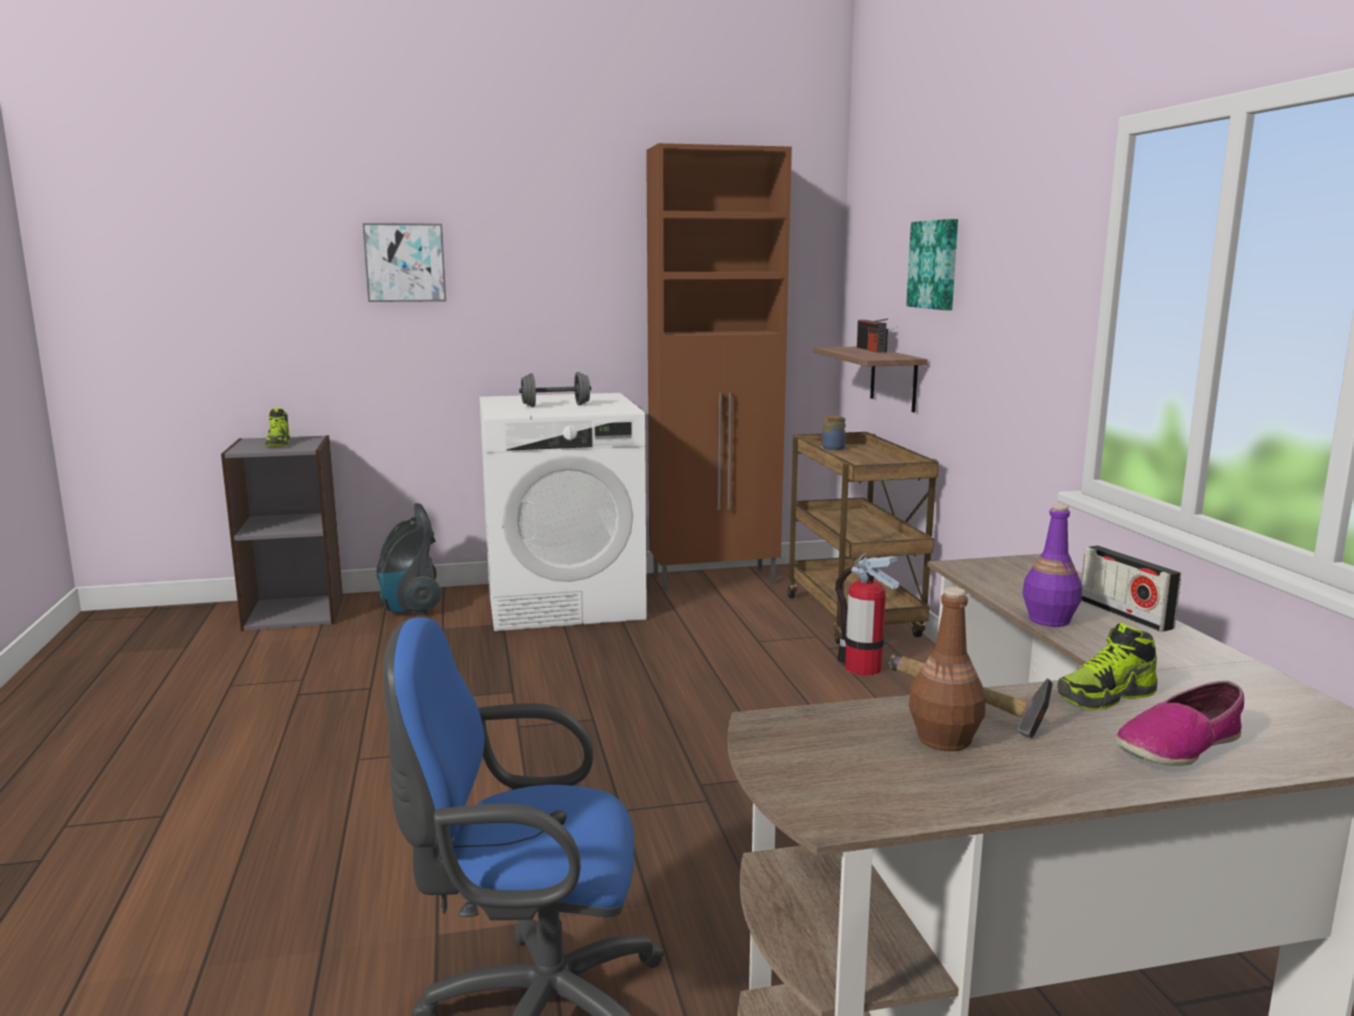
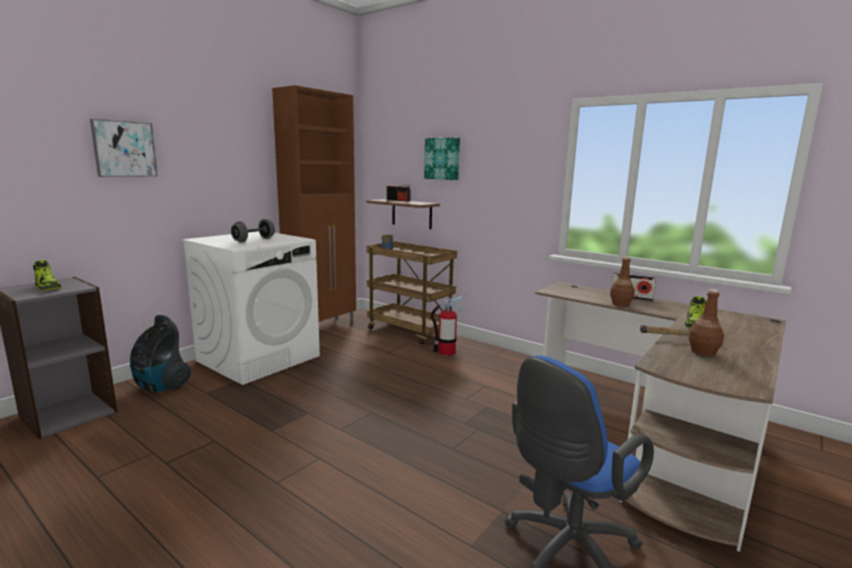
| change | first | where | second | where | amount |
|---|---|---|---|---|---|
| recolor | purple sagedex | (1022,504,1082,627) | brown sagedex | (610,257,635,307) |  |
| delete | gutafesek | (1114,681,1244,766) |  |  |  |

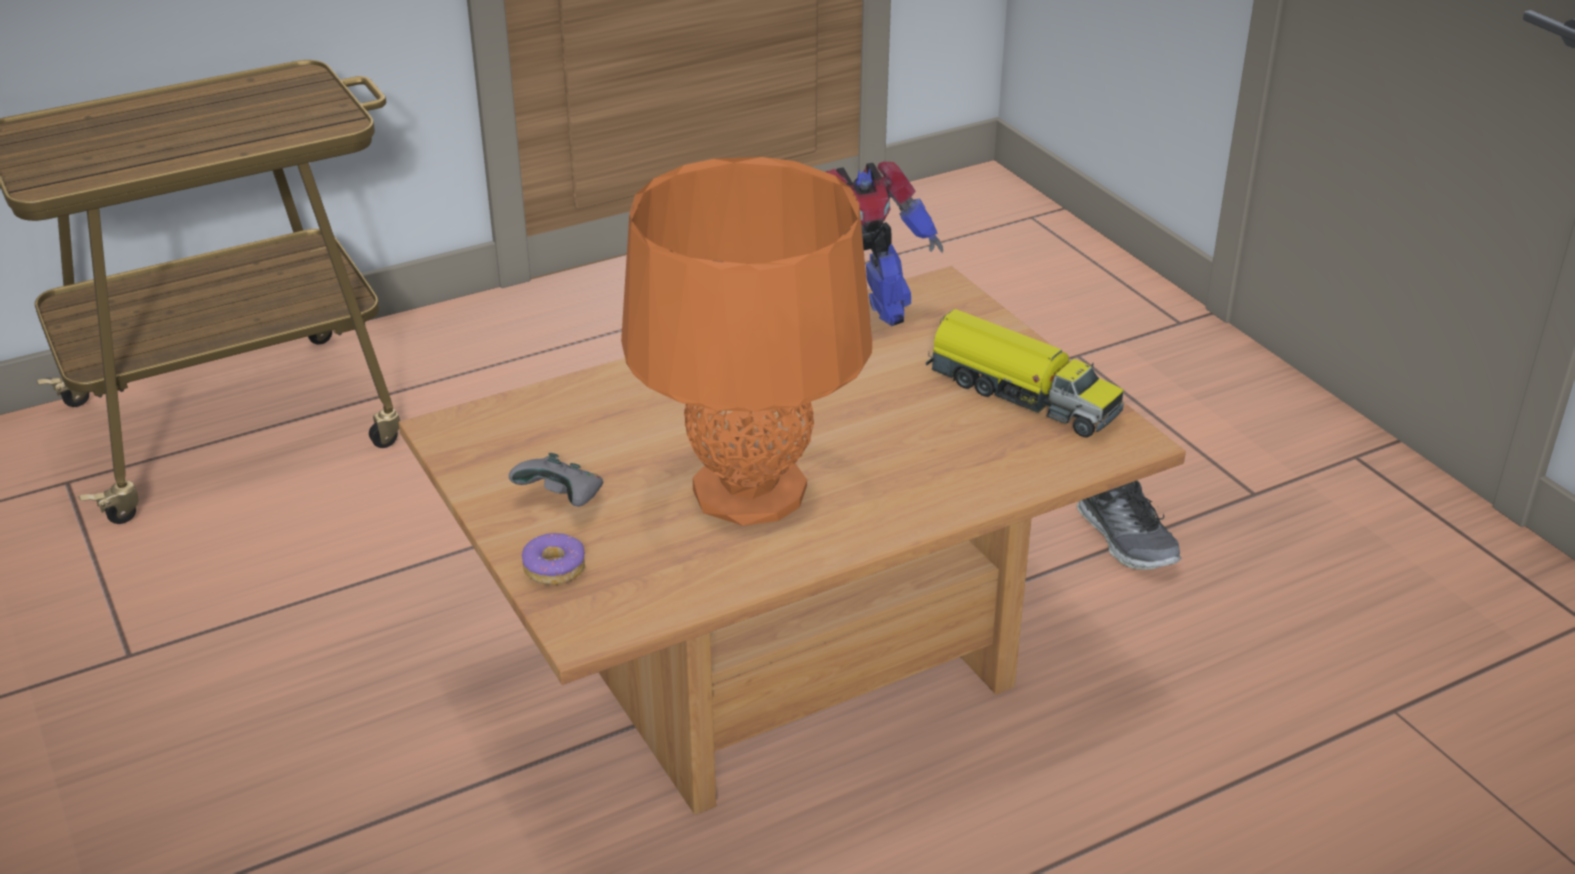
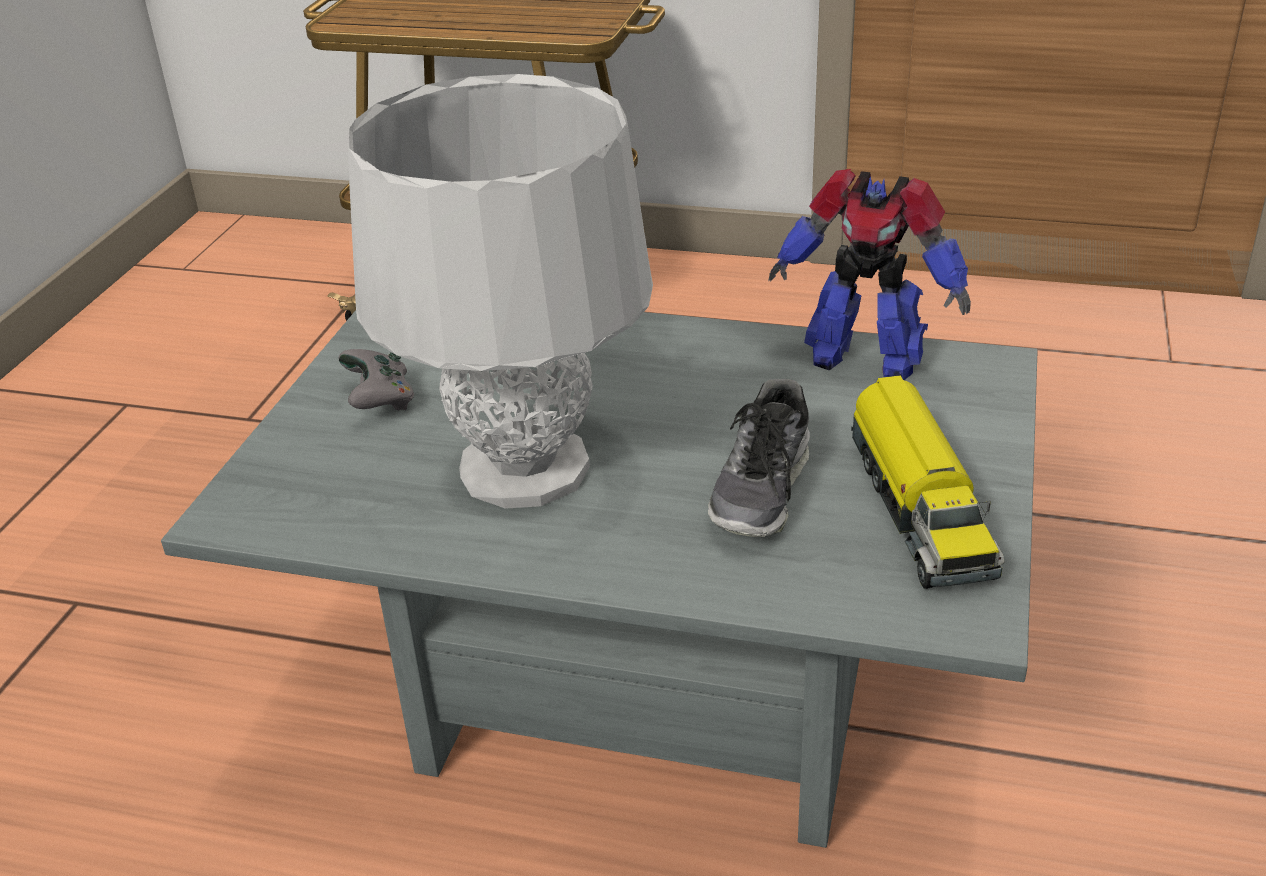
| change | first | where | second | where | amount |
|---|---|---|---|---|---|
| recolor | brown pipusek | (399,266,1186,815) | grey pipusek | (161,310,1038,848) |  |
| delete | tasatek | (521,533,585,585) |  |  |  |
| recolor | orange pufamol | (621,157,873,526) | grey pufamol | (348,74,653,509) |  |
| move | gutafesek | (1077,480,1182,570) |  | (708,379,810,537) |  |

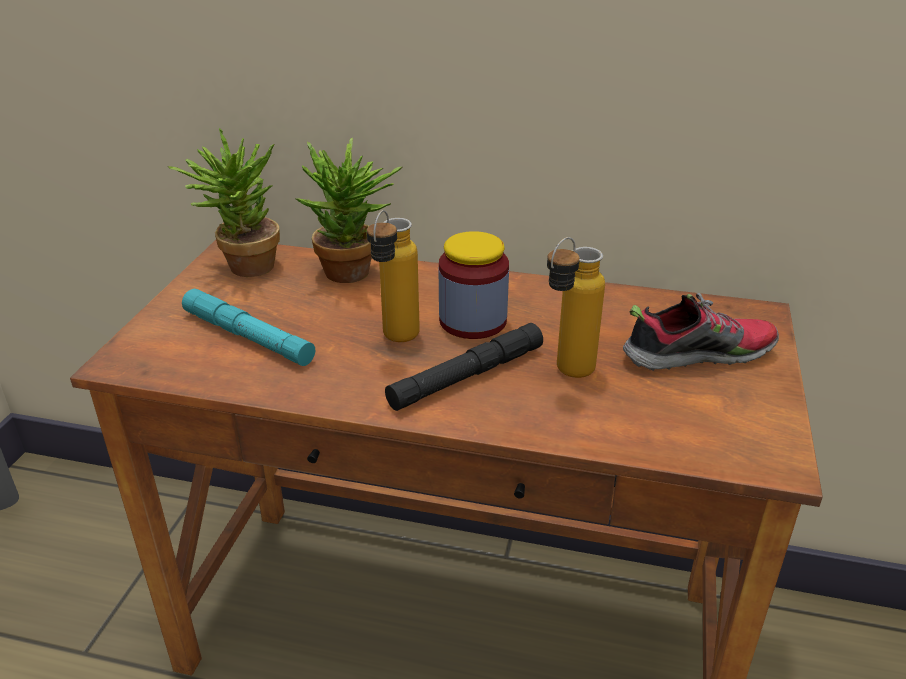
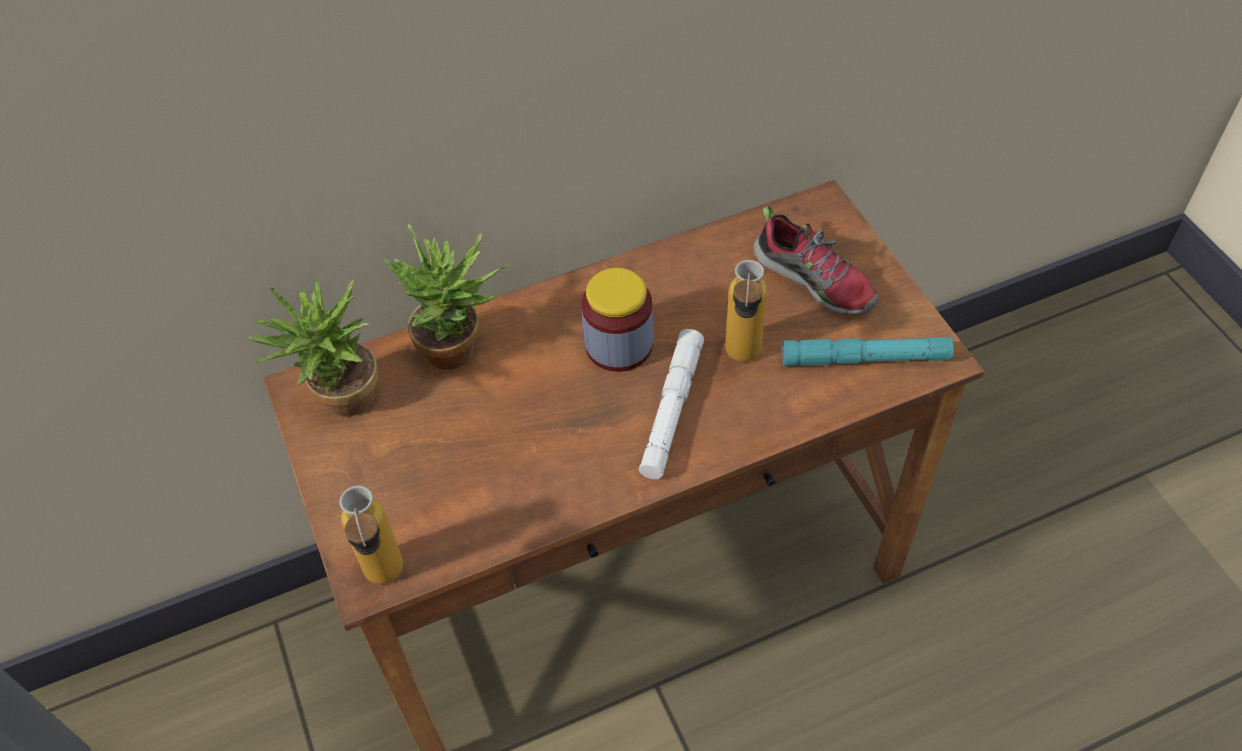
| change | first | where | second | where | amount |
|---|---|---|---|---|---|
| move | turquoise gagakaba | (182,289,315,366) |  | (782,337,954,366) |  |
| move | sagedex | (367,210,420,342) |  | (339,485,403,584) |  |
| recolor | black gagakaba | (385,323,543,411) | white gagakaba | (639,329,704,479) |  |
| rotate | gutafesek | (623,293,779,371) |  | (753,206,879,315) | 90 degrees clockwise |

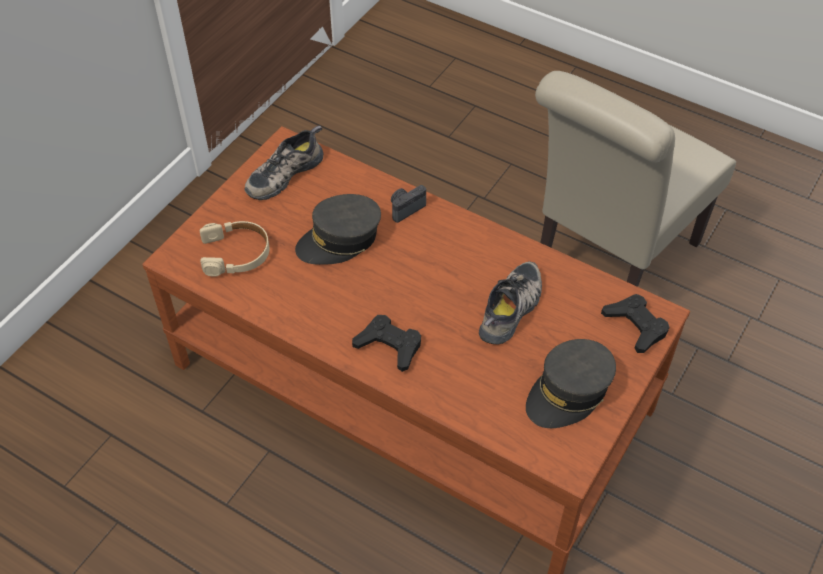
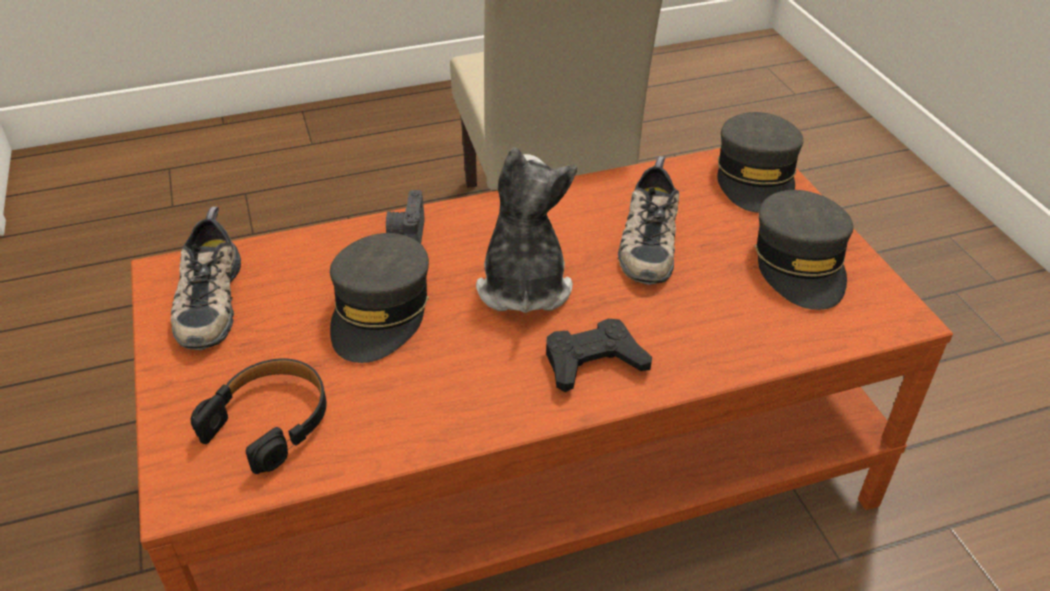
| change | first | where | second | where | amount |
|---|---|---|---|---|---|
| recolor | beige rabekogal | (200,221,270,276) | black rabekogal | (191,358,326,474) |  |
| rotate | gutafesek | (479,261,542,345) |  | (618,156,679,285) | 150 degrees counterclockwise |
| replace | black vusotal | (601,294,670,353) | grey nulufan | (717,112,804,213) |  |
| insert |  |  | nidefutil | (476,148,577,313) |  |

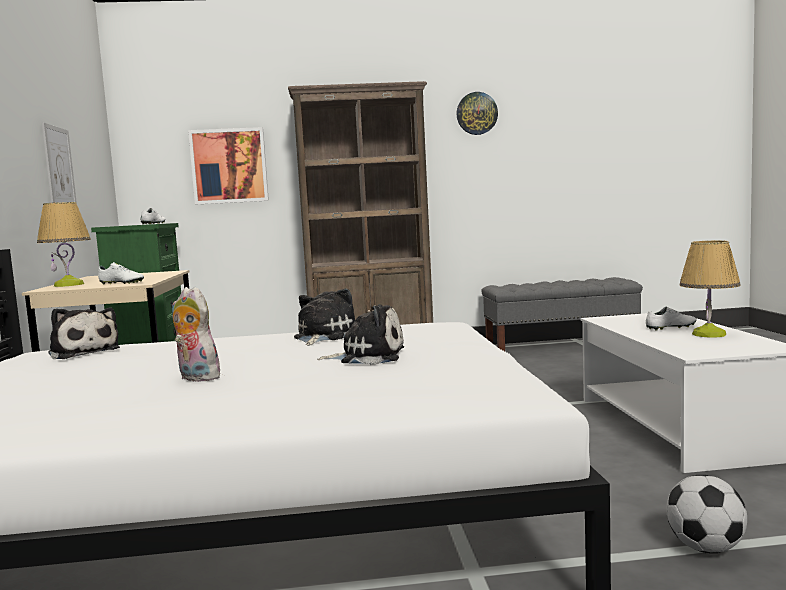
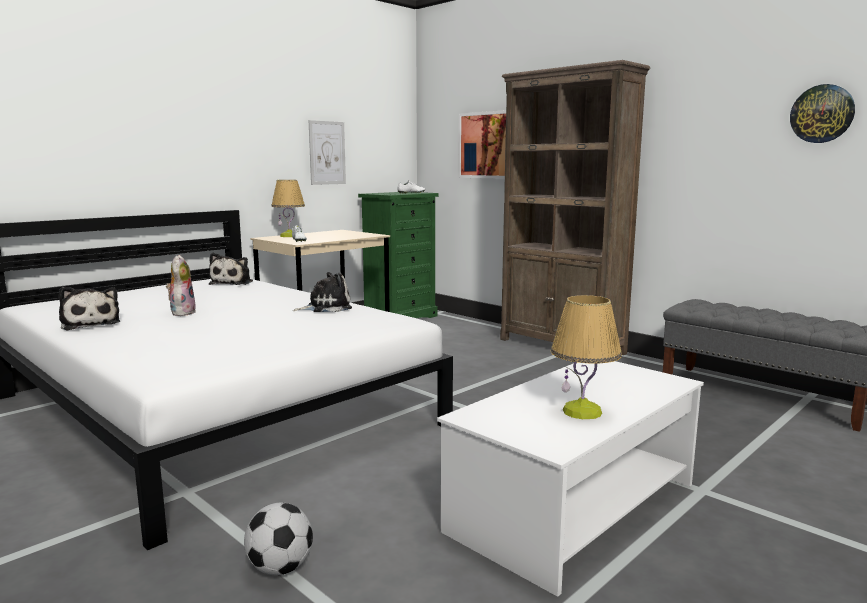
| change | first | where | second | where | amount |
|---|---|---|---|---|---|
| move | nidefutil | (317,304,404,365) |  | (59,287,120,330) |  |
| move | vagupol | (456,92,498,135) |  | (790,84,855,143) |  |
| delete | white gutafesek | (646,306,697,331) |  |  |  |

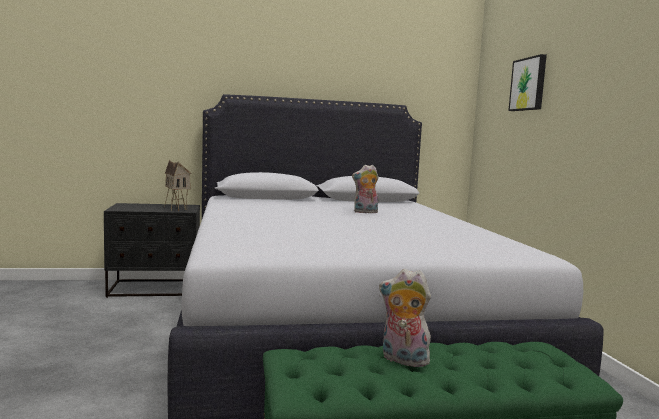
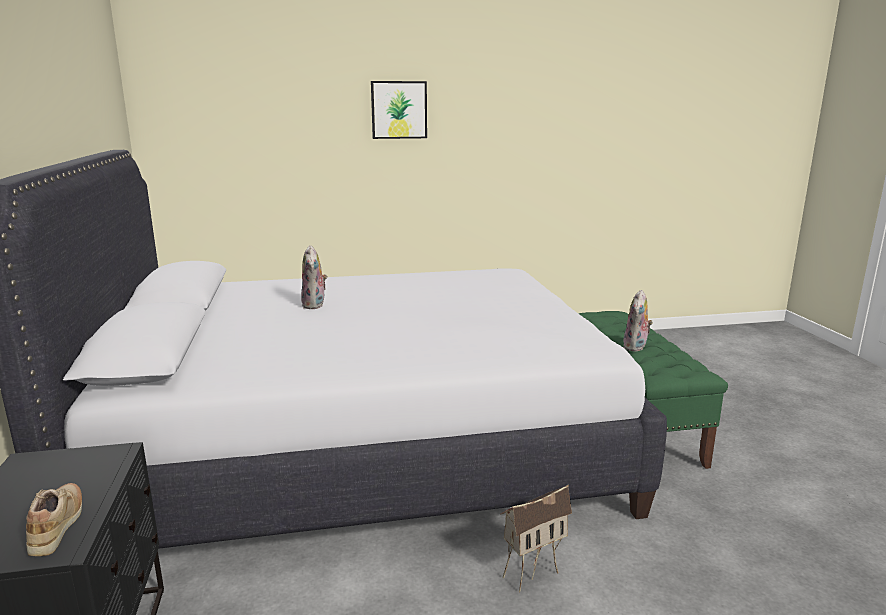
| change | first | where | second | where | amount |
|---|---|---|---|---|---|
| move | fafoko | (164,160,192,211) |  | (500,484,572,593) |  |
| move | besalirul | (508,54,547,111) |  | (371,81,427,139) |  |
| insert |  |  | beige gutafesek | (26,483,82,556) |  |

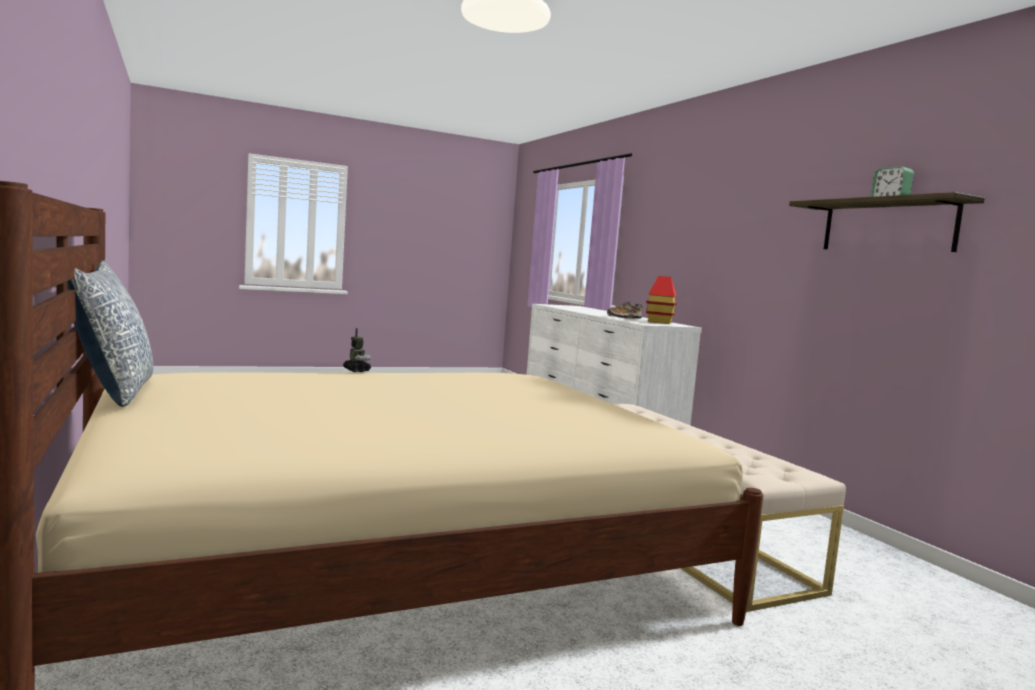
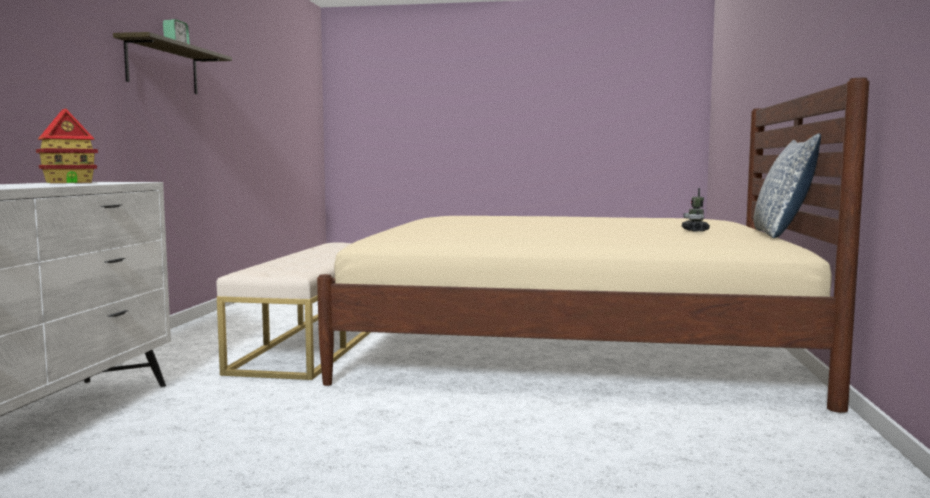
| change | first | where | second | where | amount |
|---|---|---|---|---|---|
| move | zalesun | (343,328,371,372) |  | (681,188,710,232) |  |
| delete | gutafesek | (607,301,642,319) |  |  |  |

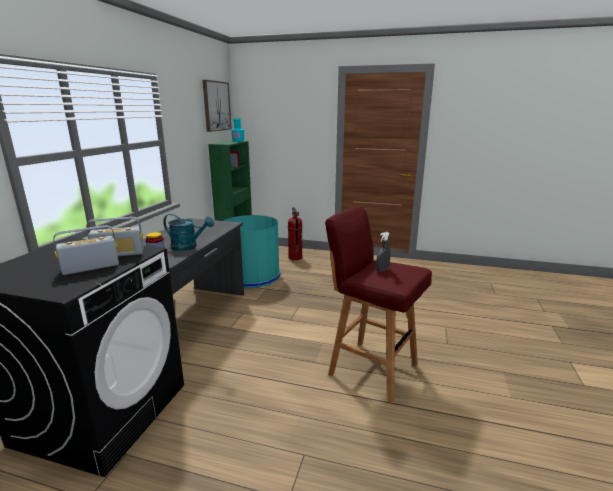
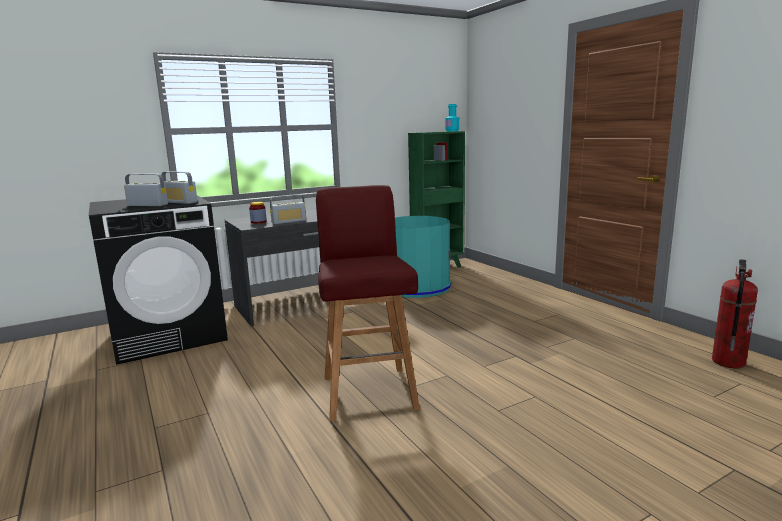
| change | first | where | second | where | amount |
|---|---|---|---|---|---|
| replace | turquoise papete | (163,214,214,251) | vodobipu | (270,194,306,224) |  |
| delete | besalirul | (203,80,232,132) |  |  |  |
| move | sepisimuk | (288,207,302,260) |  | (712,259,758,368) |  |
| delete | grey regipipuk | (376,232,390,272) |  |  |  |

